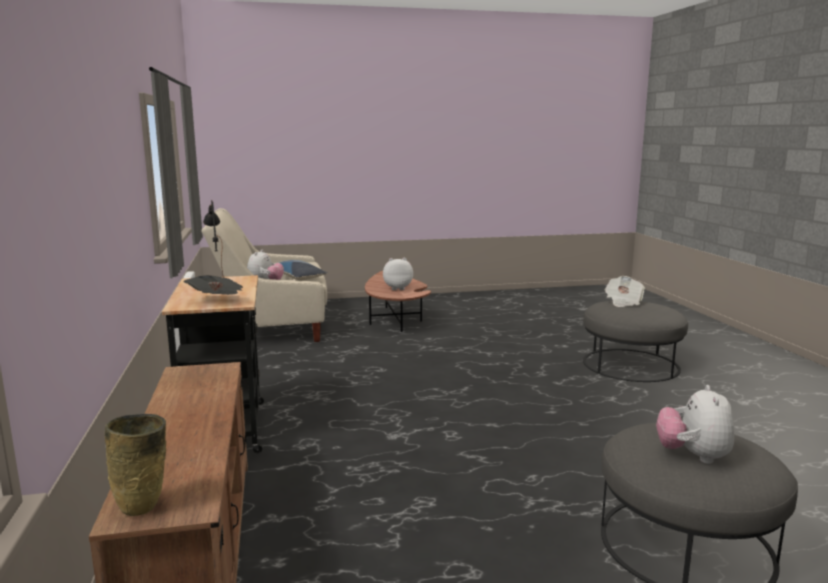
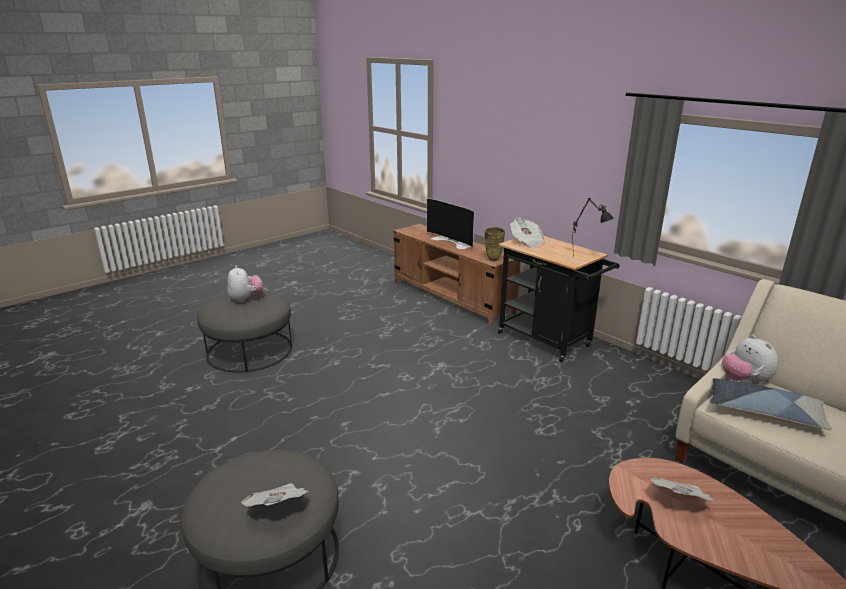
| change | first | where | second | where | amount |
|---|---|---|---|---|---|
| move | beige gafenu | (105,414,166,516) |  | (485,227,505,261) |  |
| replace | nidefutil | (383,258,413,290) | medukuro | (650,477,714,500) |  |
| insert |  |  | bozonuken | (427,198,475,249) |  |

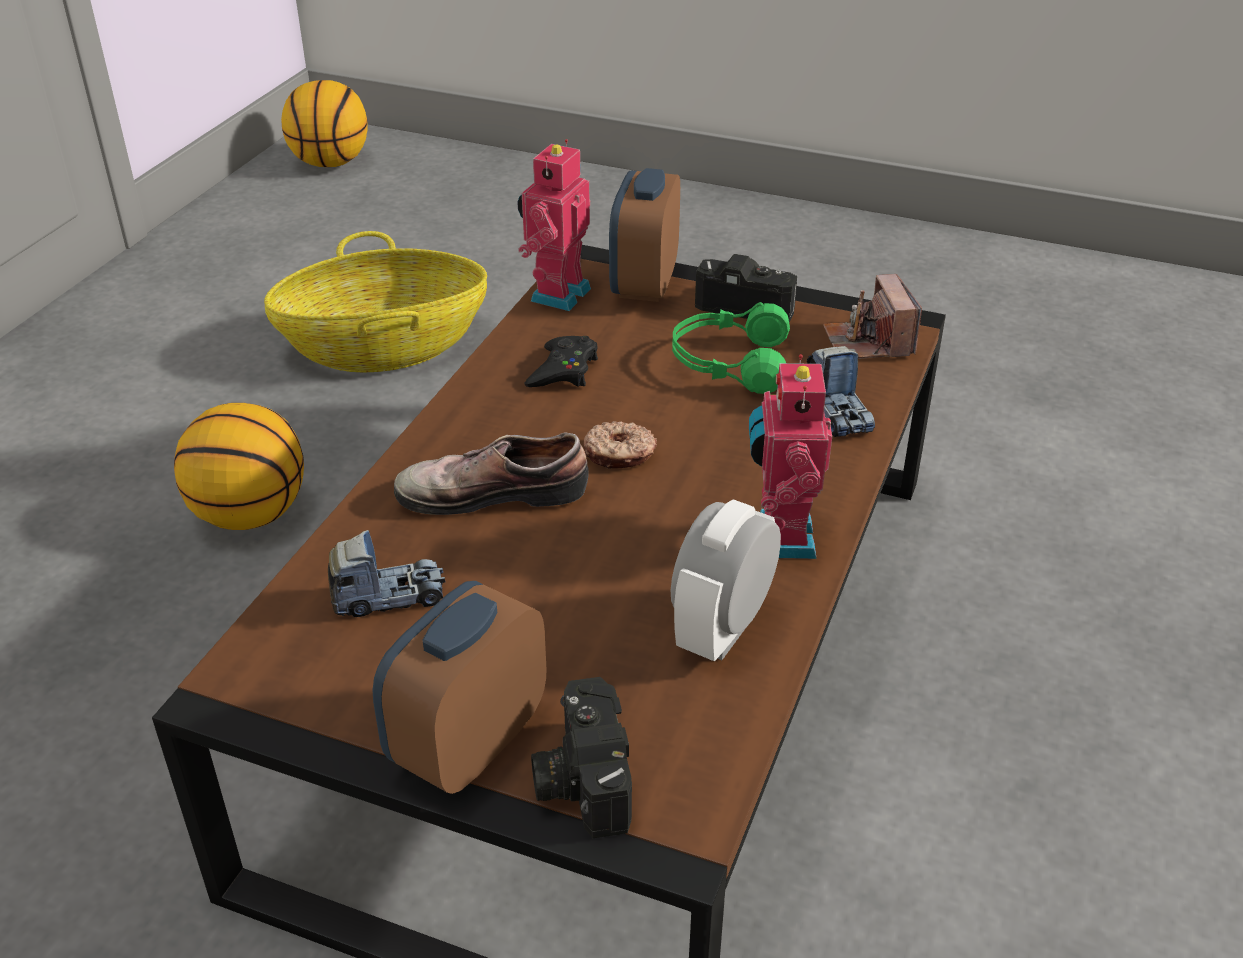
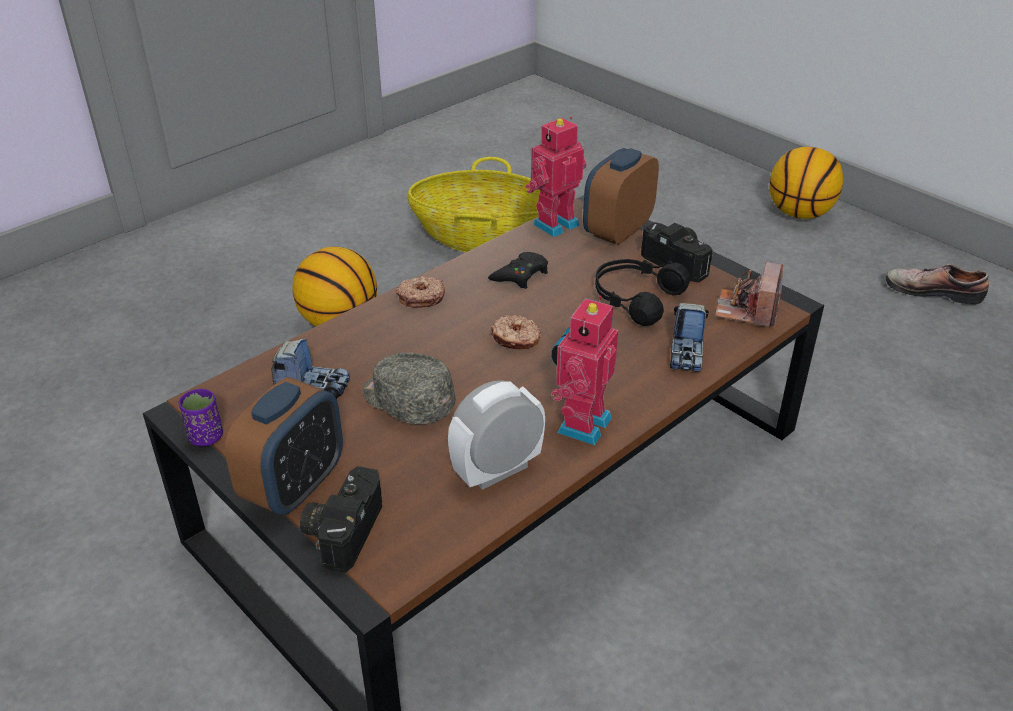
| change | first | where | second | where | amount |
|---|---|---|---|---|---|
| move | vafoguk | (281,80,368,167) |  | (769,147,843,219) |  |
| rotate | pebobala | (373,581,546,794) |  | (225,377,343,515) | 150 degrees clockwise |
| move | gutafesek | (394,432,589,515) |  | (886,264,989,305) |  |
| recolor | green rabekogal | (672,302,790,394) | black rabekogal | (595,259,690,326) |  |
| insert |  |  | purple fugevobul | (179,389,223,446) |  |
| insert |  |  | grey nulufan | (362,352,456,424) |  |
| insert |  |  | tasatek | (396,276,445,308) |  |

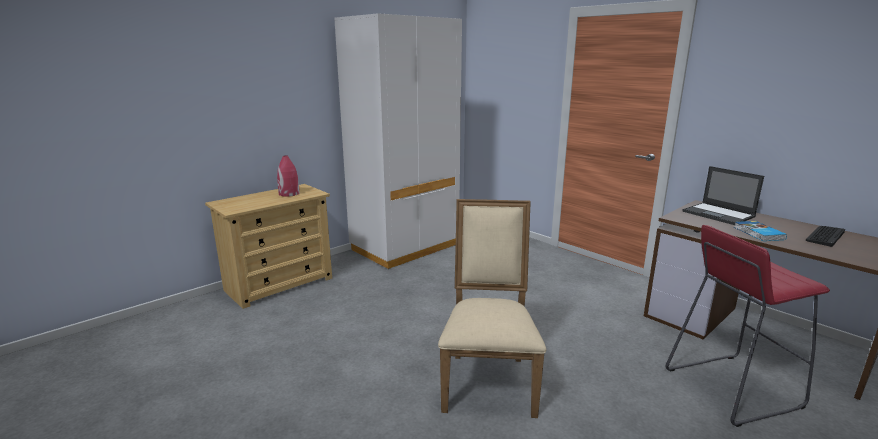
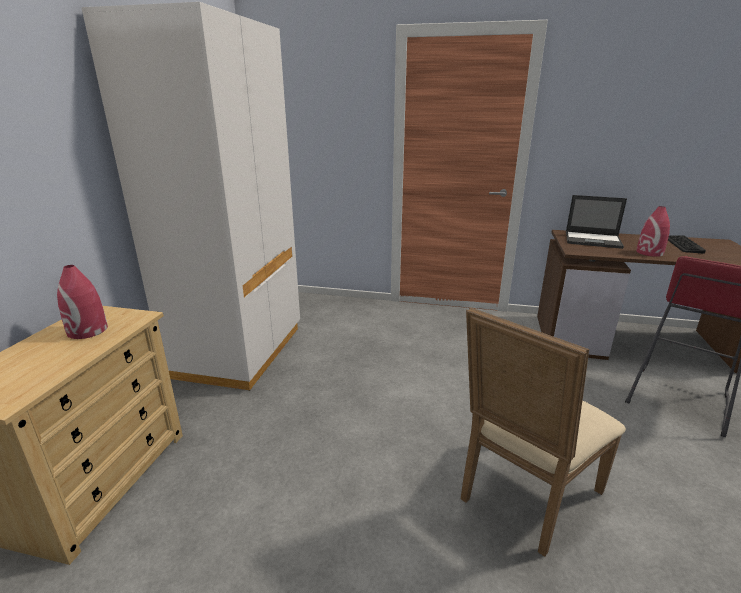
| change | first | where | second | where | amount |
|---|---|---|---|---|---|
| rotate | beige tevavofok | (438,199,546,418) |  | (461,307,626,557) | 105 degrees counterclockwise |
| replace | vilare | (734,221,787,241) | red gafenu | (636,206,670,257) |  |

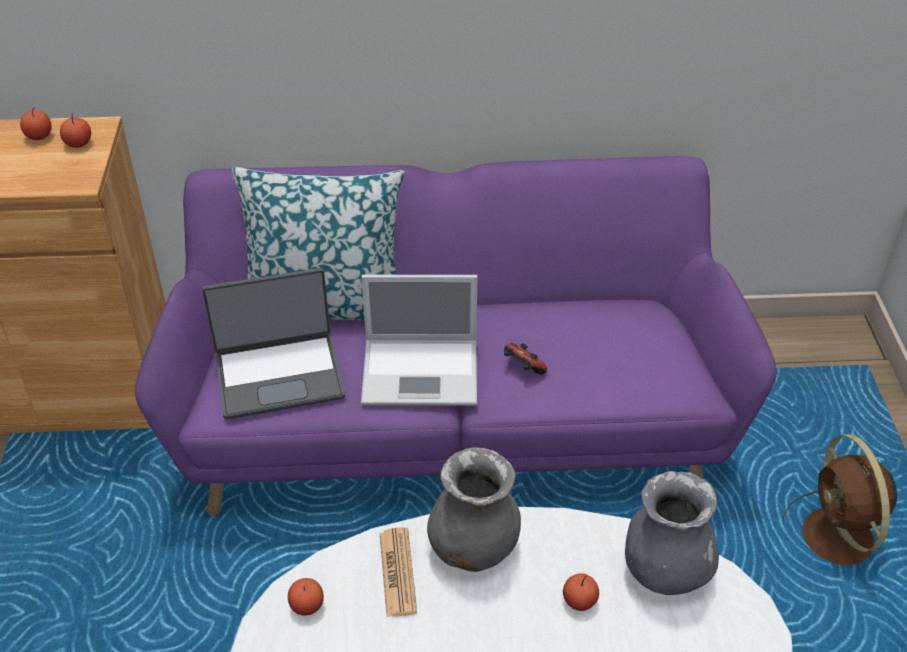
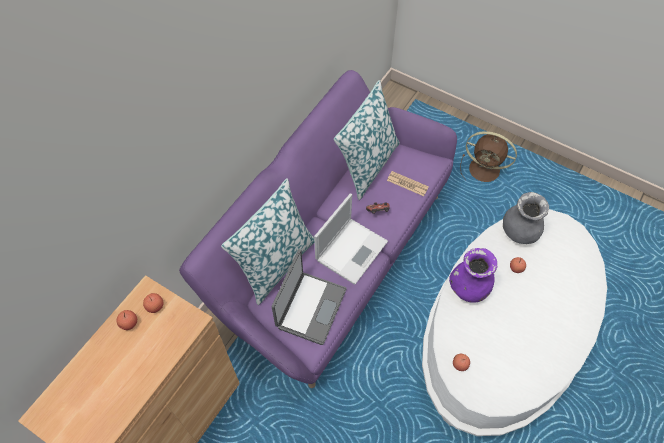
| change | first | where | second | where | amount |
|---|---|---|---|---|---|
| move | medukuro | (379,528,417,617) |  | (387,171,429,196) |  |
| recolor | grey gafenu | (427,447,521,572) | purple gafenu | (449,248,497,303) |  |
| insert |  |  | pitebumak | (334,80,400,200) |  |

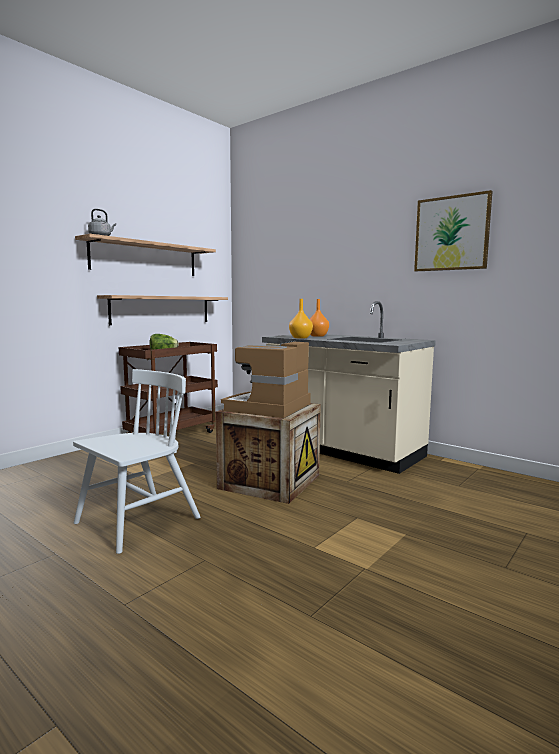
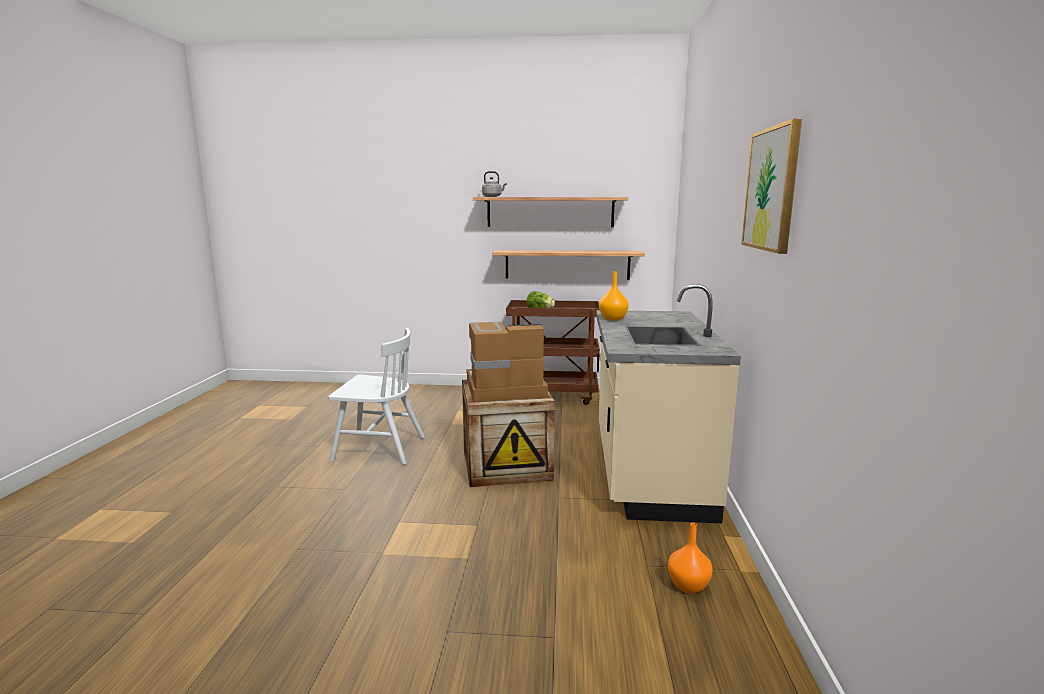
| change | first | where | second | where | amount |
|---|---|---|---|---|---|
| move | orange gafenu | (310,299,329,337) |  | (668,523,712,593) |  |

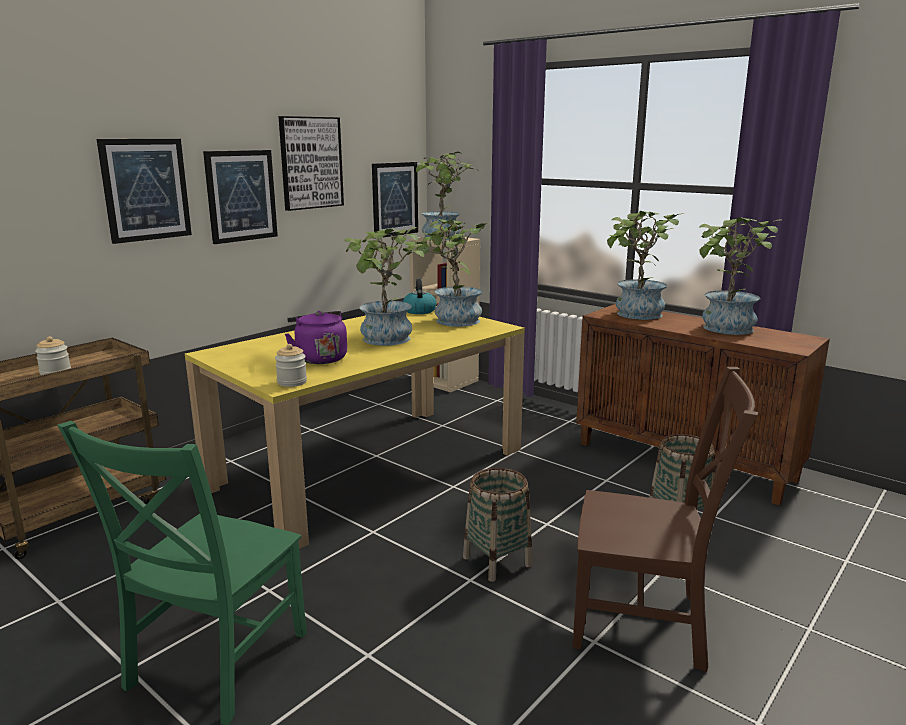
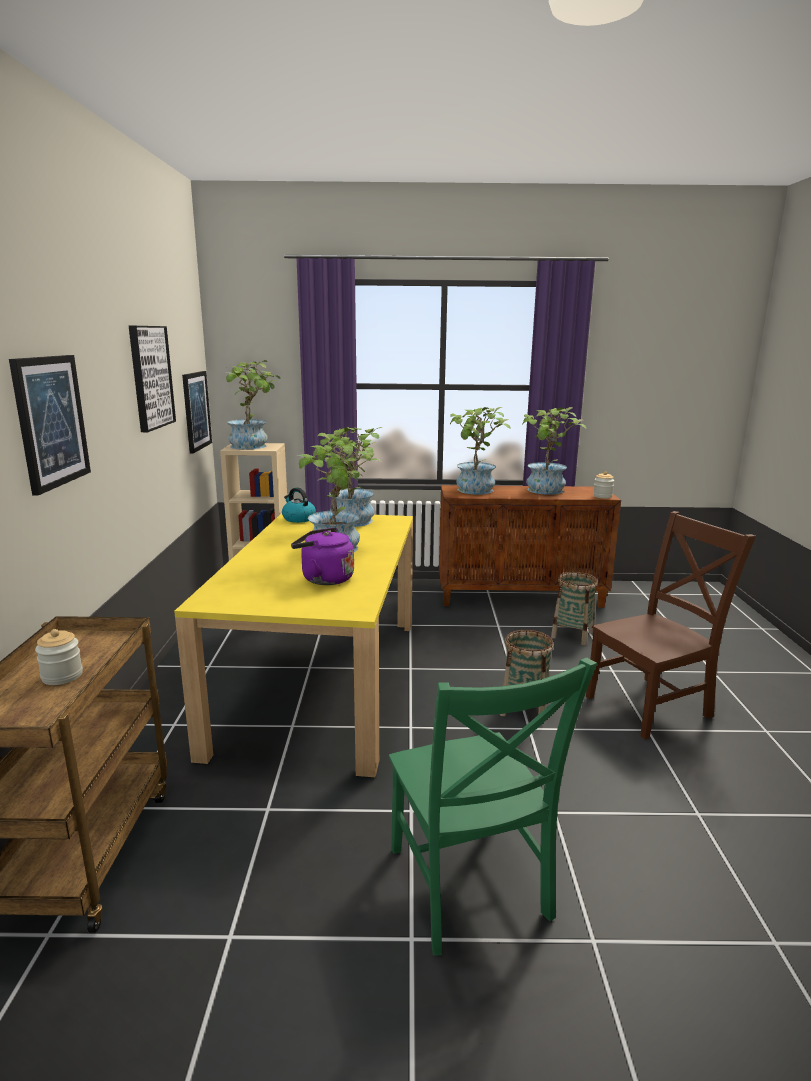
| change | first | where | second | where | amount |
|---|---|---|---|---|---|
| delete | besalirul | (203,150,278,244) |  |  |  |
| move | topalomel | (275,344,307,387) |  | (593,471,614,499) |  |

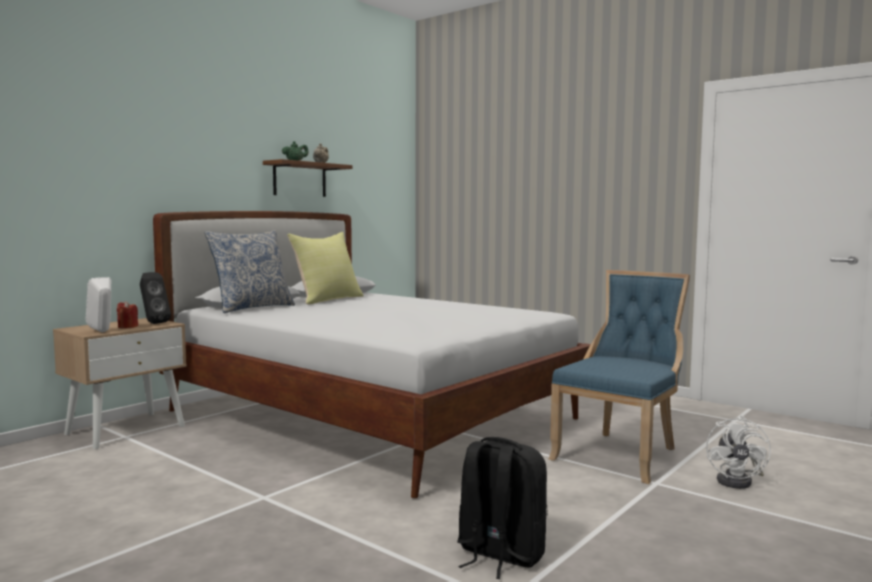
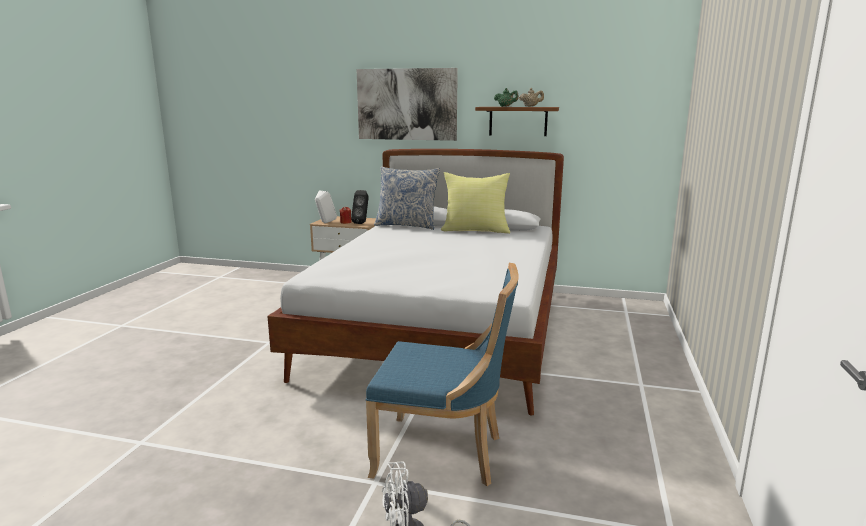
| change | first | where | second | where | amount |
|---|---|---|---|---|---|
| delete | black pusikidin | (457,437,548,579) |  |  |  |
| insert |  |  | besalirul | (356,68,458,141) |  |

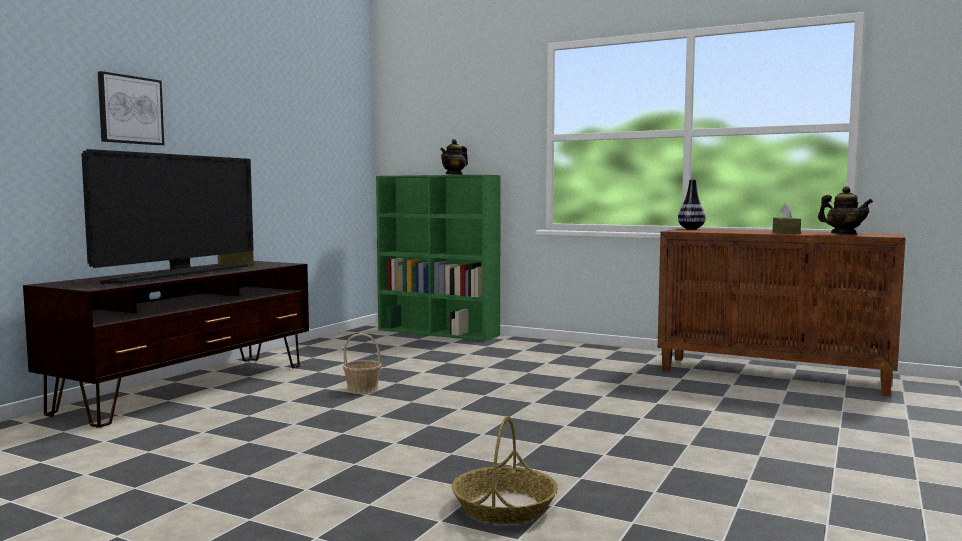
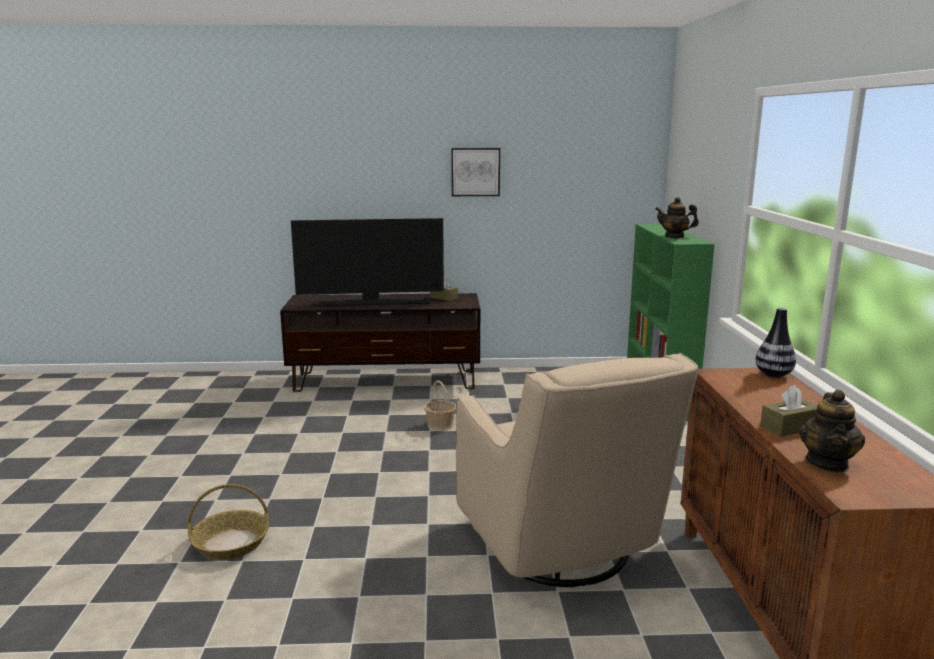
| change | first | where | second | where | amount |
|---|---|---|---|---|---|
| move | besalirul | (98,71,164,145) |  | (451,148,500,196) |  |
| insert |  |  | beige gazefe | (456,353,698,587) |  |

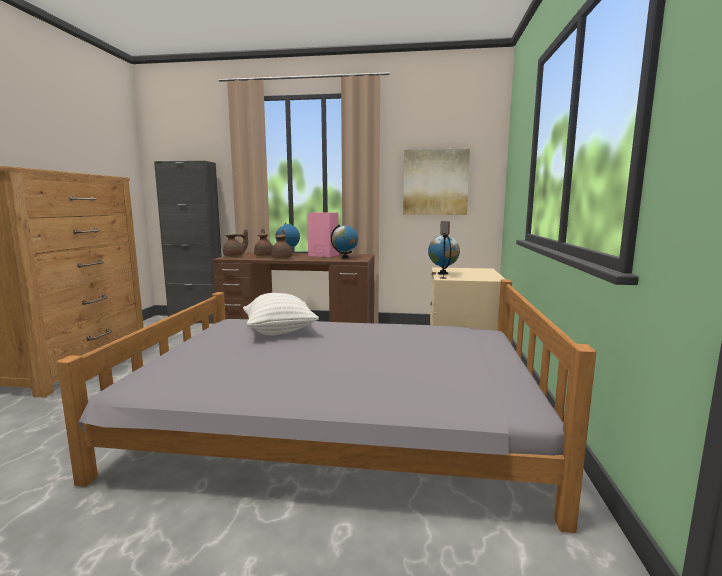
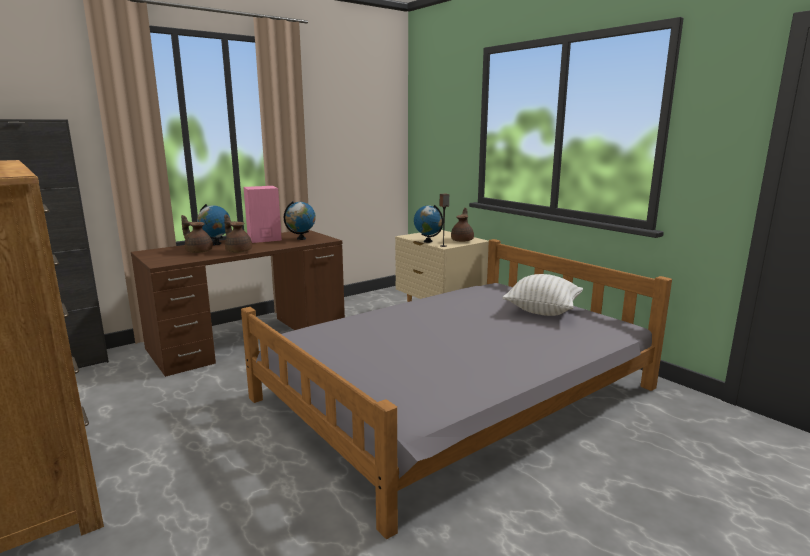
| change | first | where | second | where | amount |
|---|---|---|---|---|---|
| move | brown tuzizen | (223,229,248,257) |  | (451,208,474,242) |  |
| move | white pitebumak | (243,293,319,335) |  | (502,274,583,316) |  |
| delete | besalirul | (403,149,470,215) |  |  |  |

